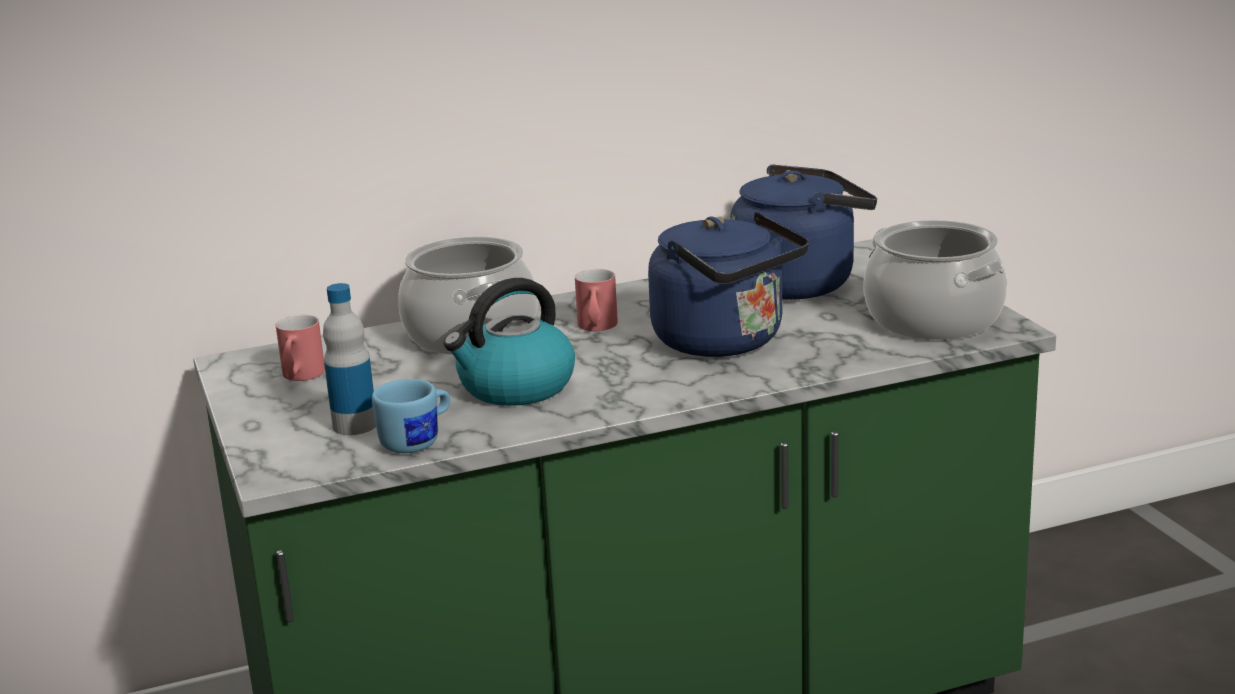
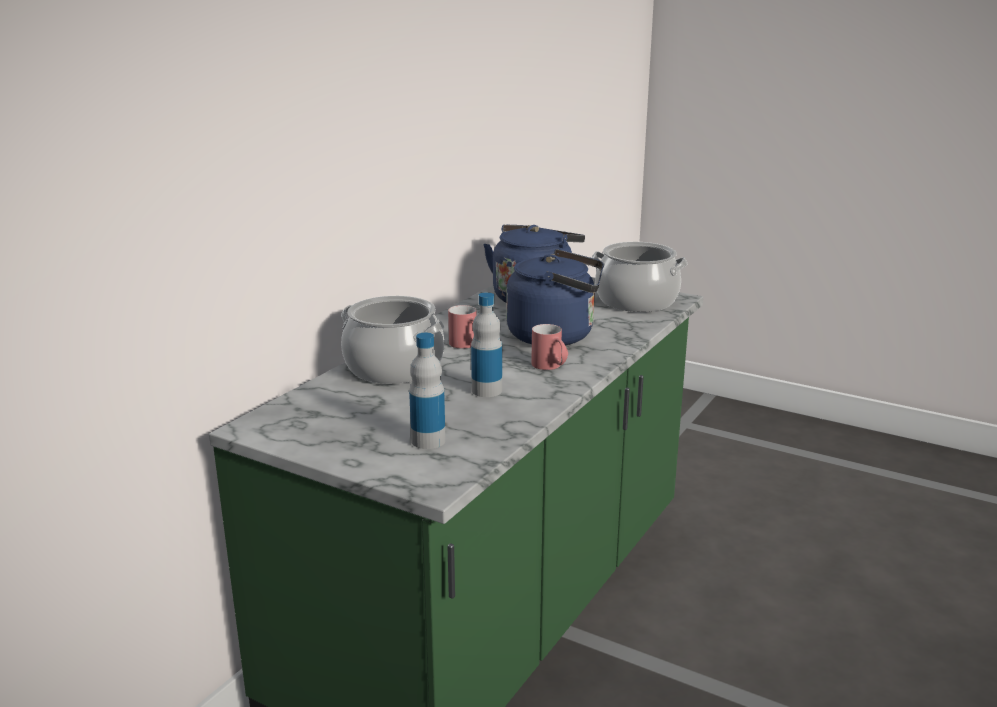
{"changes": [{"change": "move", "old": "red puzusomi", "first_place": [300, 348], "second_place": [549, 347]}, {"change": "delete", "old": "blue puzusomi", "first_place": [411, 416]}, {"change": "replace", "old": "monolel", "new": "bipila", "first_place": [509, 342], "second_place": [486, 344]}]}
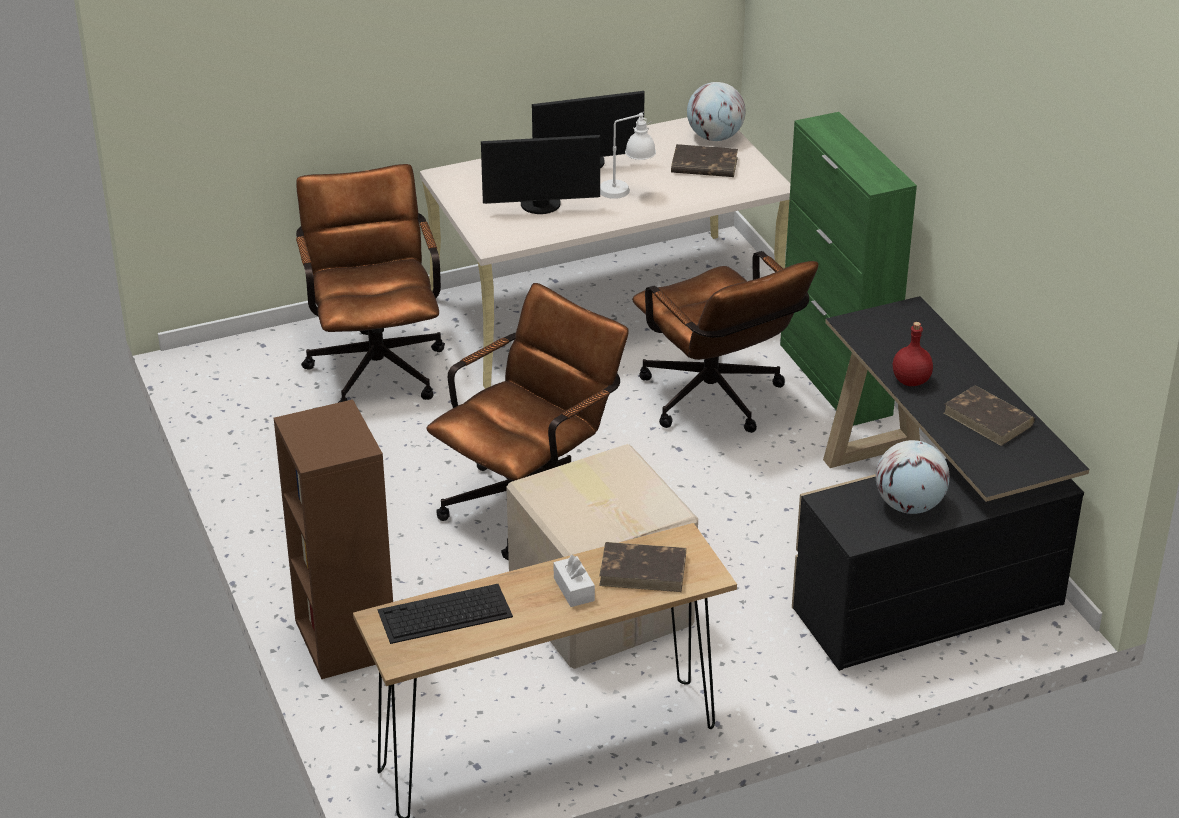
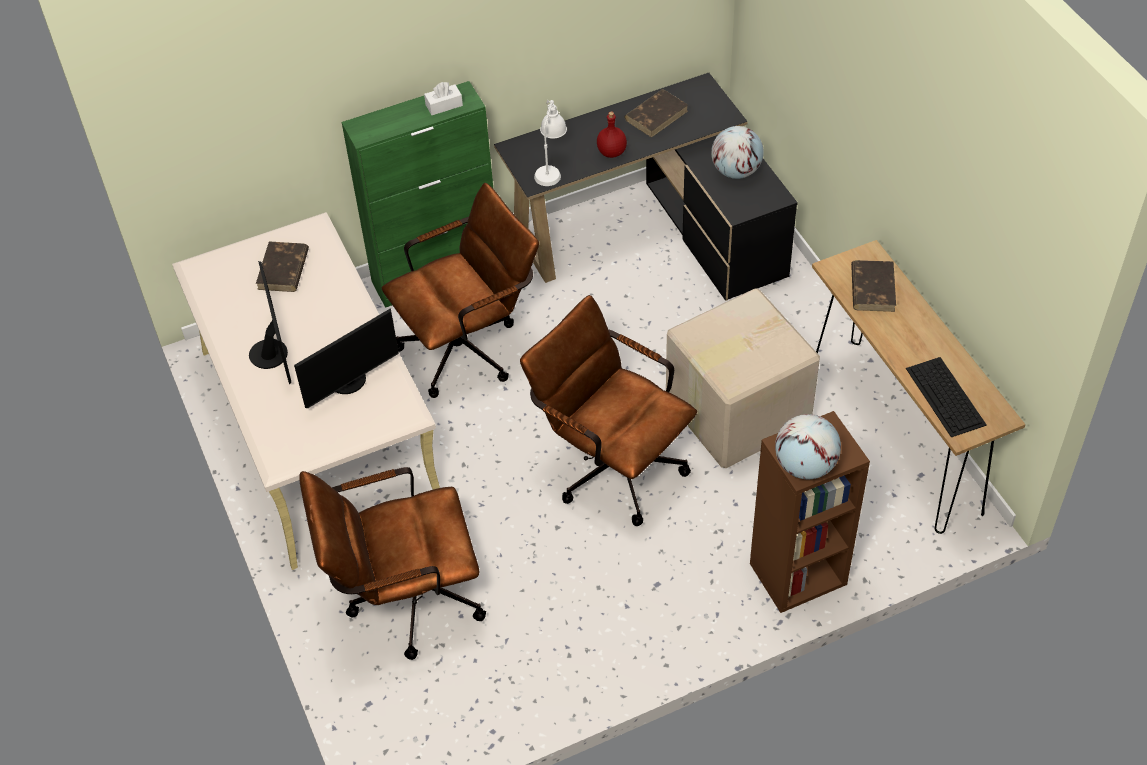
{"changes": [{"change": "rotate", "old": "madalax", "first_place": [540, 174], "second_place": [346, 358], "degrees": 60}, {"change": "move", "old": "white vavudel", "first_place": [574, 581], "second_place": [443, 98]}, {"change": "move", "old": "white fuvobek", "first_place": [628, 155], "second_place": [550, 143]}, {"change": "move", "old": "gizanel", "first_place": [716, 111], "second_place": [808, 446]}]}
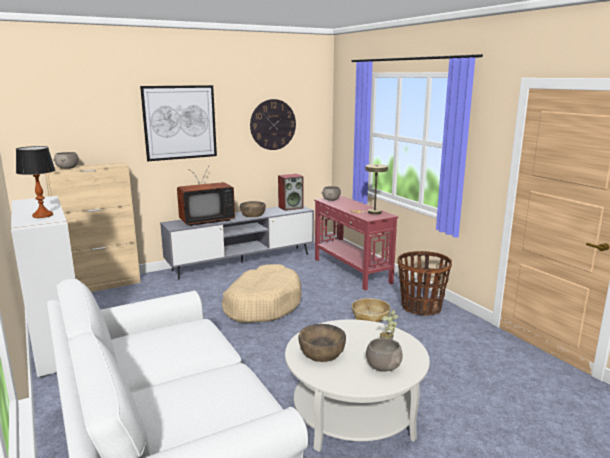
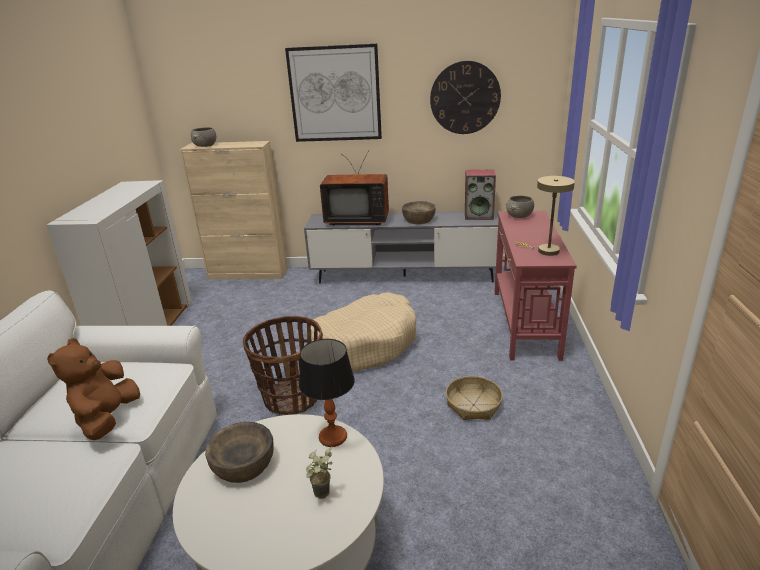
{"changes": [{"change": "move", "old": "fuvobek", "first_place": [35, 182], "second_place": [327, 393]}, {"change": "delete", "old": "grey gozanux", "first_place": [384, 355]}, {"change": "move", "old": "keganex", "first_place": [425, 283], "second_place": [283, 365]}, {"change": "insert", "new": "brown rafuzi", "second_place": [93, 389]}]}
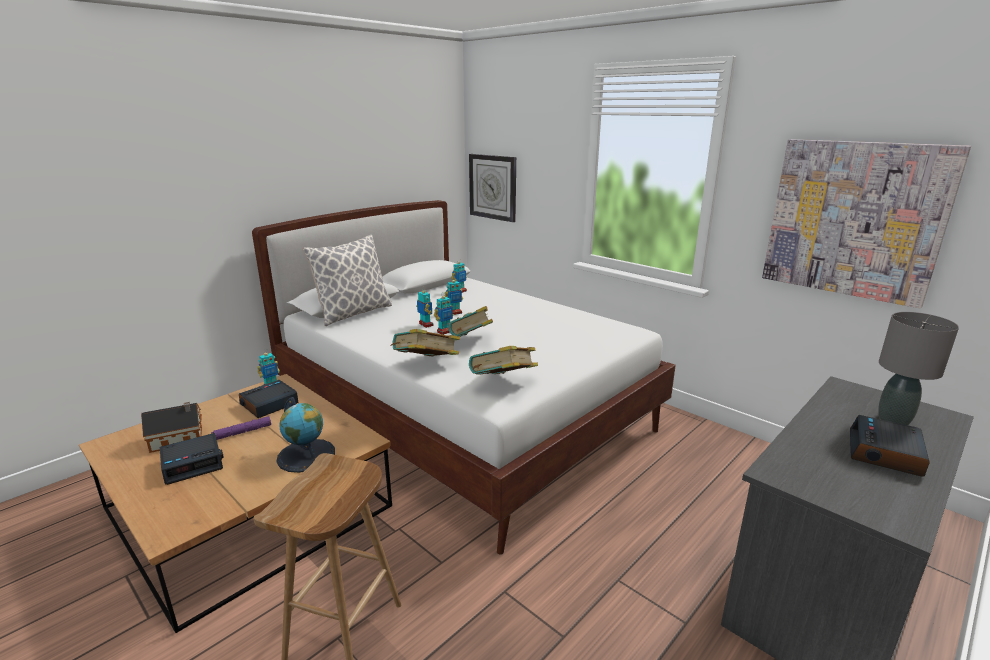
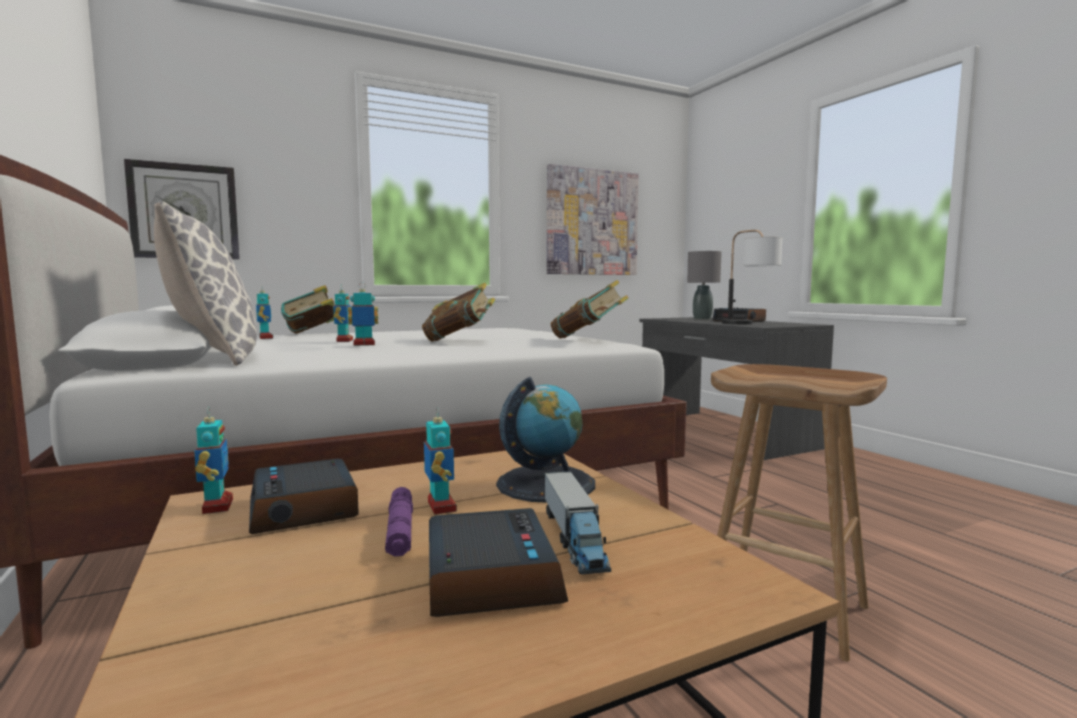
{"changes": [{"change": "delete", "old": "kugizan", "first_place": [171, 427]}, {"change": "move", "old": "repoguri", "first_place": [425, 342], "second_place": [307, 309]}, {"change": "move", "old": "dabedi", "first_place": [444, 313], "second_place": [440, 462]}, {"change": "insert", "new": "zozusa", "second_place": [578, 522]}, {"change": "insert", "new": "fuvobek", "second_place": [752, 277]}]}
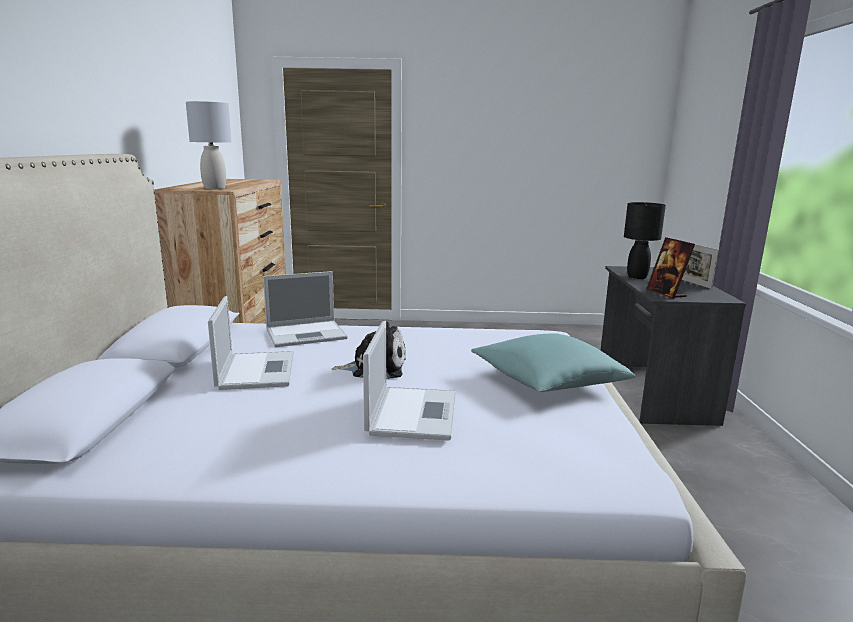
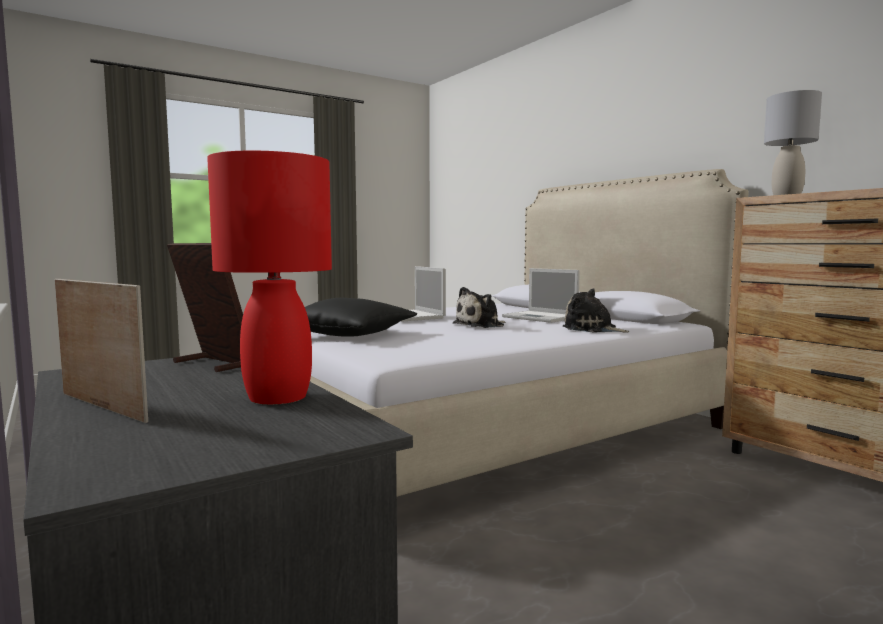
{"changes": [{"change": "replace", "old": "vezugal", "new": "rafuzi", "first_place": [305, 309], "second_place": [596, 311]}, {"change": "recolor", "old": "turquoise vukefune", "new": "black vukefune", "first_place": [553, 362], "second_place": [361, 317]}, {"change": "recolor", "old": "black fuvobek", "new": "red fuvobek", "first_place": [645, 240], "second_place": [269, 278]}]}
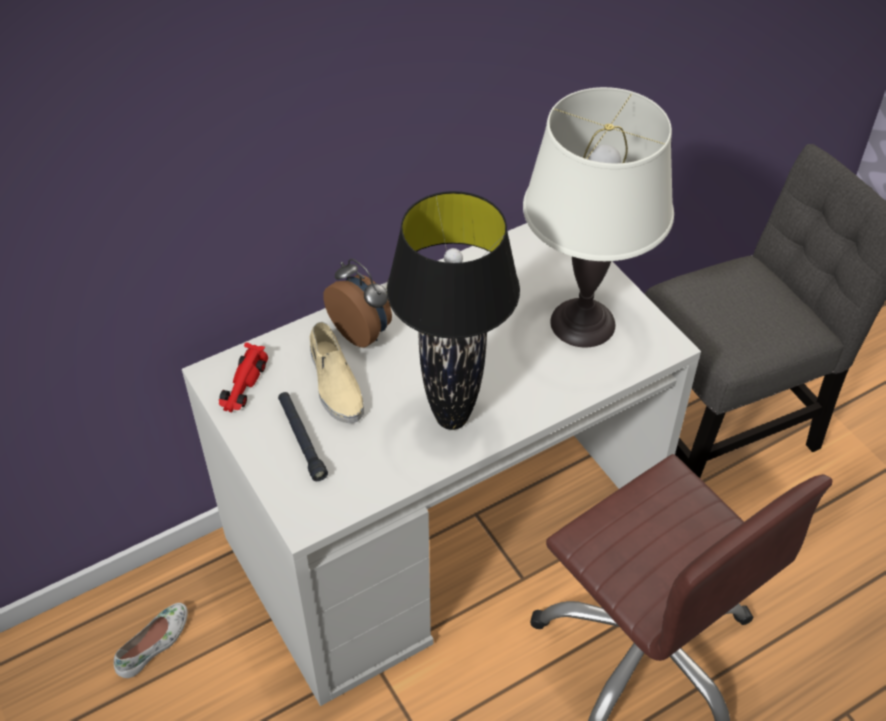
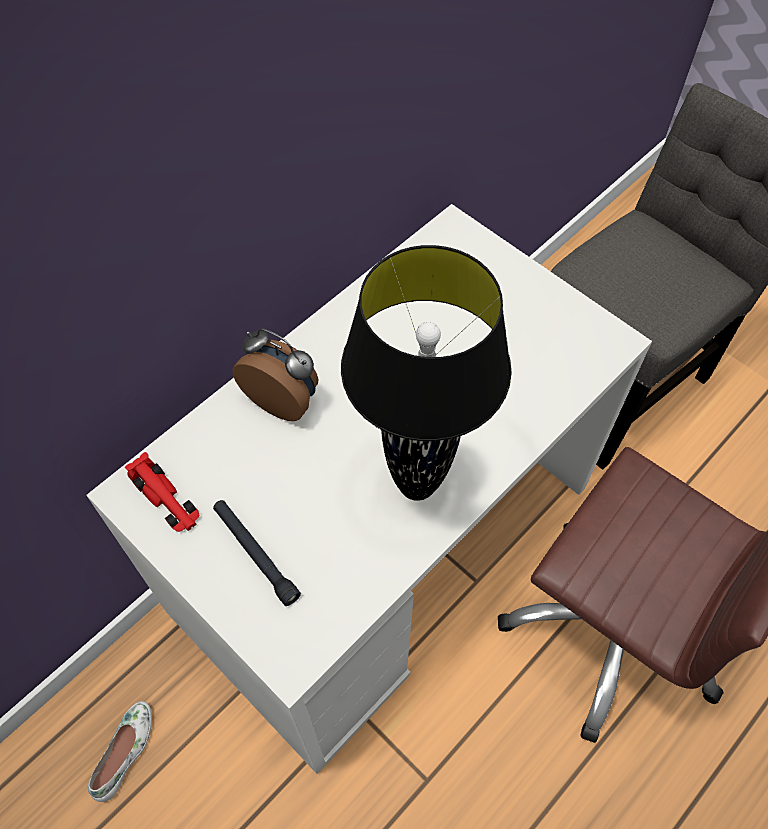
{"changes": [{"change": "rotate", "old": "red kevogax", "first_place": [243, 377], "second_place": [162, 492], "degrees": -45}, {"change": "delete", "old": "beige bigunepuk", "first_place": [337, 372]}, {"change": "delete", "old": "white fuvobek", "first_place": [598, 217]}]}
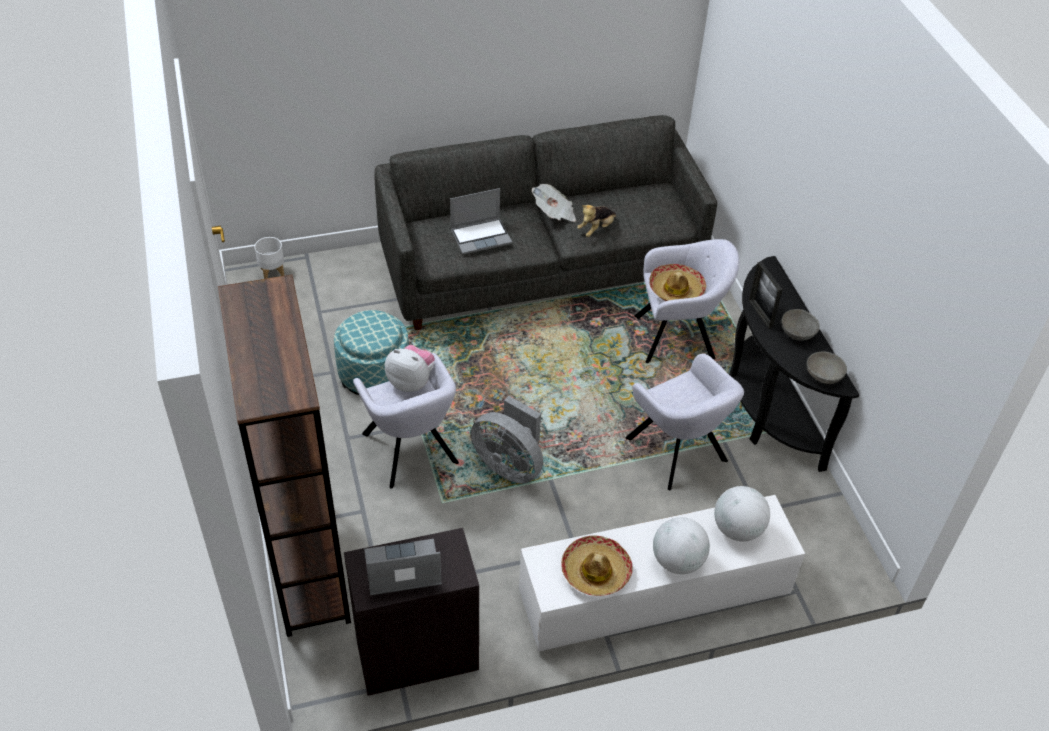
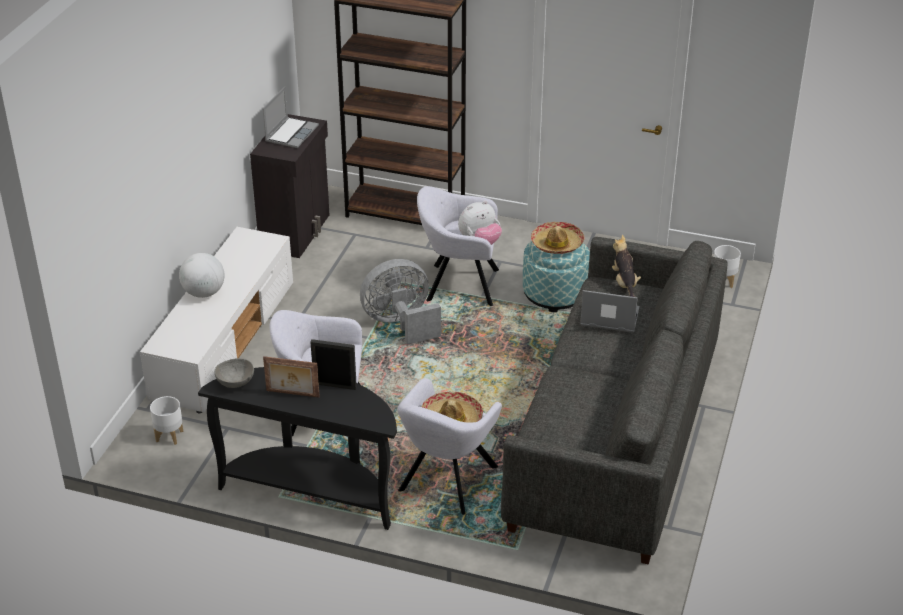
{"changes": [{"change": "rotate", "old": "vezugal", "first_place": [481, 221], "second_place": [609, 311], "degrees": 90}, {"change": "delete", "old": "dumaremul", "first_place": [554, 203]}, {"change": "move", "old": "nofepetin", "first_place": [597, 565], "second_place": [558, 238]}, {"change": "move", "old": "rafuzi", "first_place": [597, 221], "second_place": [626, 266]}, {"change": "delete", "old": "gizanel", "first_place": [742, 513]}, {"change": "replace", "old": "grey gozanux", "new": "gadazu", "first_place": [800, 325], "second_place": [291, 377]}, {"change": "insert", "new": "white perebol", "second_place": [166, 420]}]}
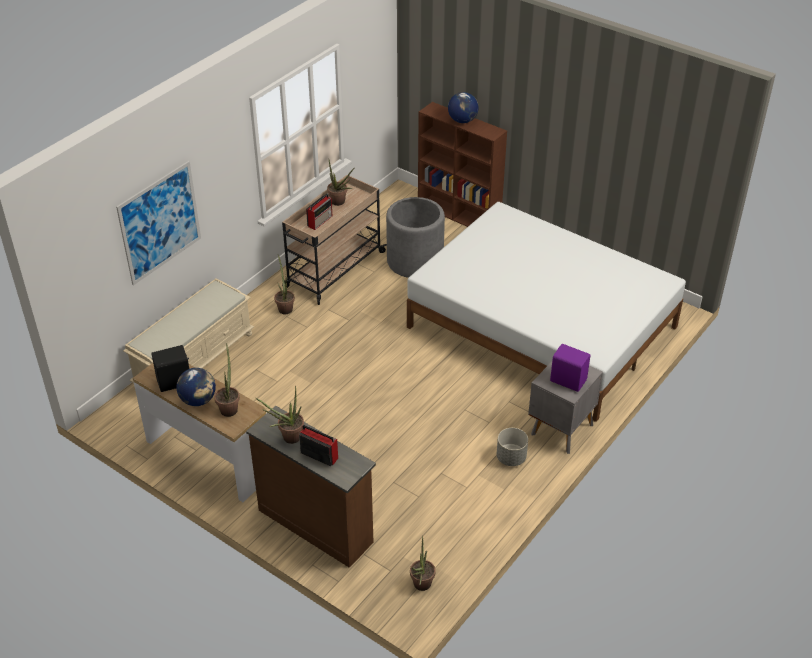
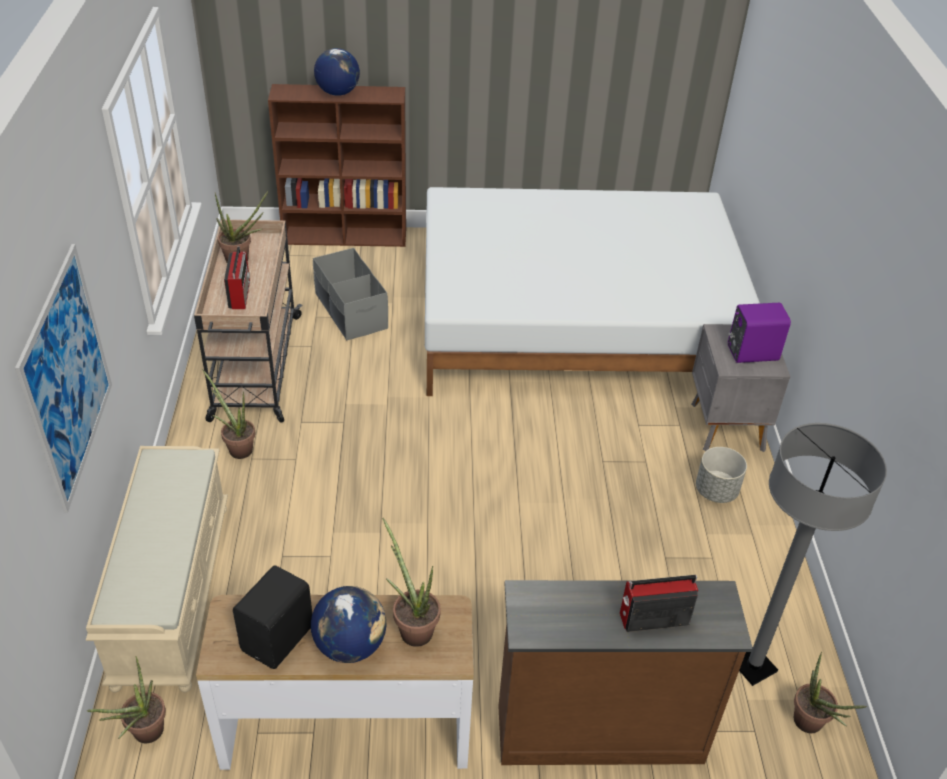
{"changes": [{"change": "move", "old": "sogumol", "first_place": [280, 415], "second_place": [126, 700]}, {"change": "replace", "old": "grey perebol", "new": "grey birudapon", "first_place": [415, 237], "second_place": [350, 294]}, {"change": "insert", "new": "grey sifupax", "second_place": [813, 554]}]}
